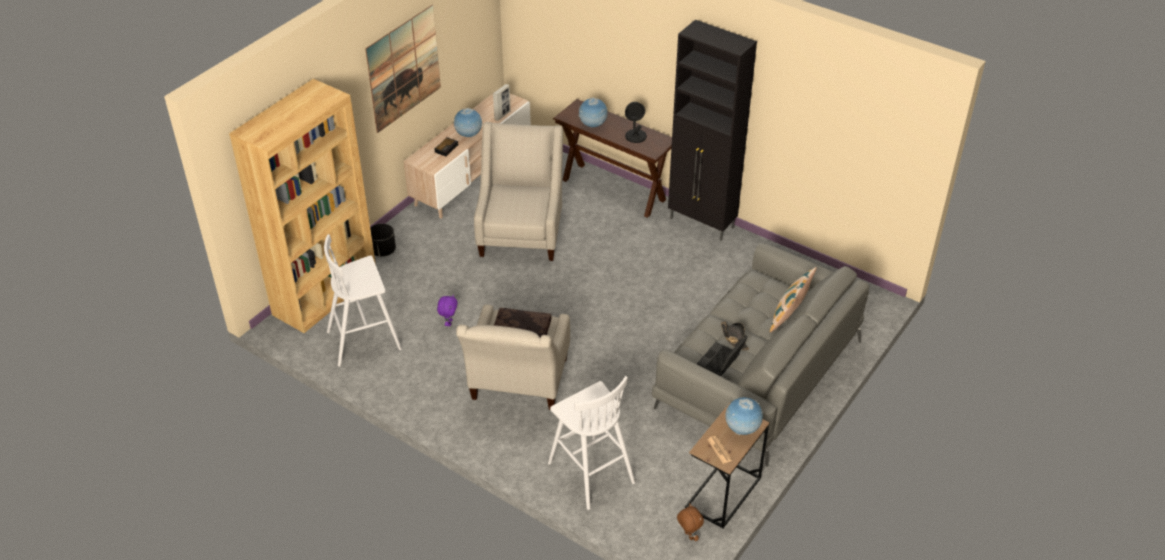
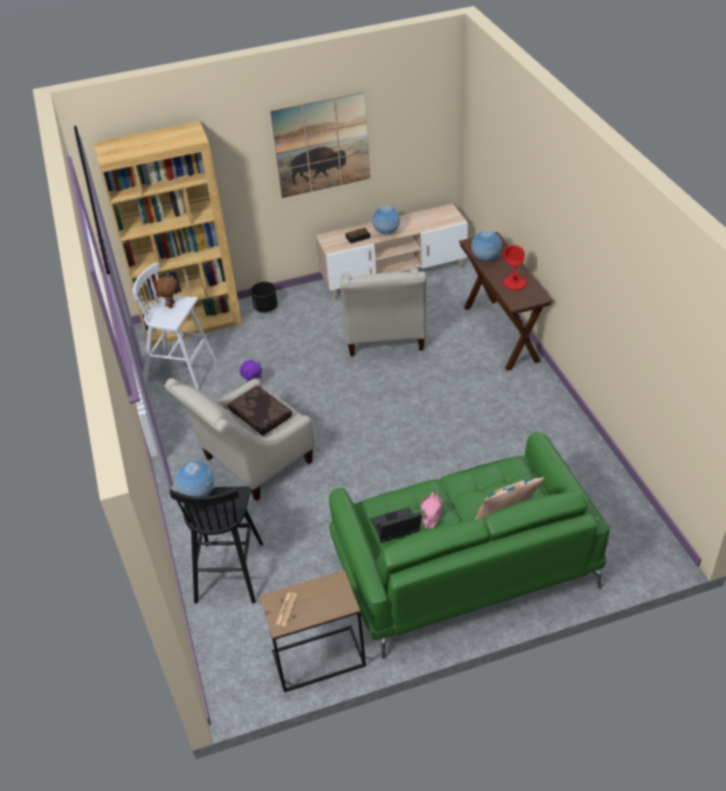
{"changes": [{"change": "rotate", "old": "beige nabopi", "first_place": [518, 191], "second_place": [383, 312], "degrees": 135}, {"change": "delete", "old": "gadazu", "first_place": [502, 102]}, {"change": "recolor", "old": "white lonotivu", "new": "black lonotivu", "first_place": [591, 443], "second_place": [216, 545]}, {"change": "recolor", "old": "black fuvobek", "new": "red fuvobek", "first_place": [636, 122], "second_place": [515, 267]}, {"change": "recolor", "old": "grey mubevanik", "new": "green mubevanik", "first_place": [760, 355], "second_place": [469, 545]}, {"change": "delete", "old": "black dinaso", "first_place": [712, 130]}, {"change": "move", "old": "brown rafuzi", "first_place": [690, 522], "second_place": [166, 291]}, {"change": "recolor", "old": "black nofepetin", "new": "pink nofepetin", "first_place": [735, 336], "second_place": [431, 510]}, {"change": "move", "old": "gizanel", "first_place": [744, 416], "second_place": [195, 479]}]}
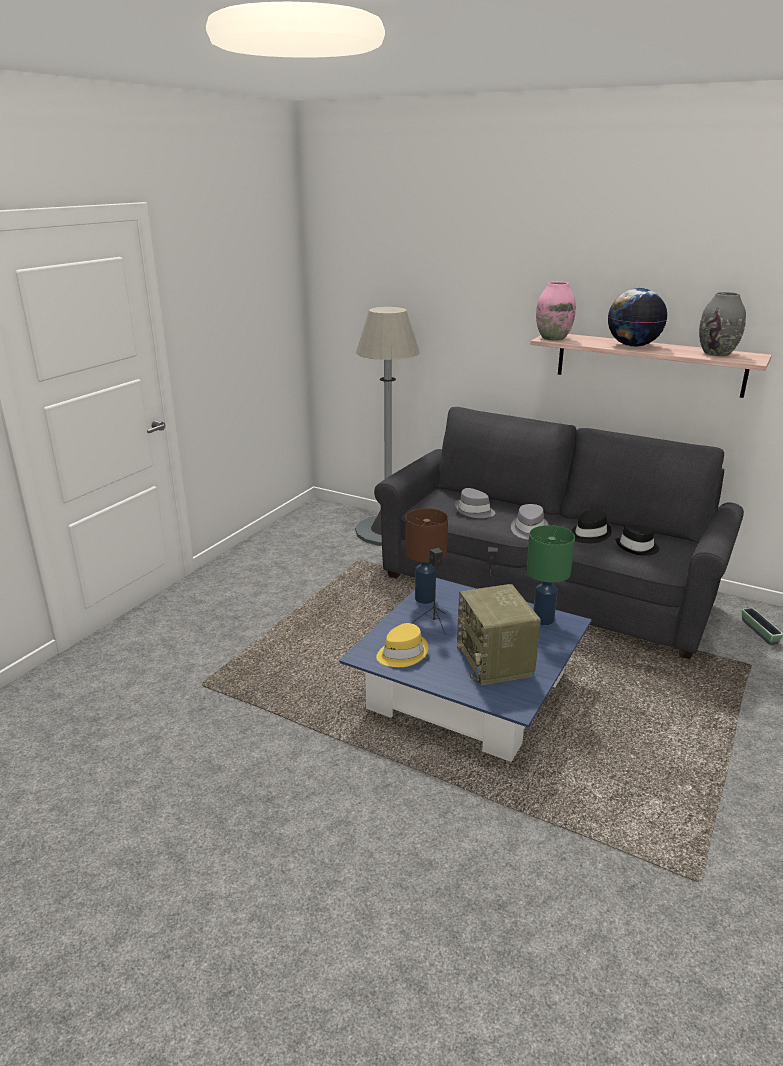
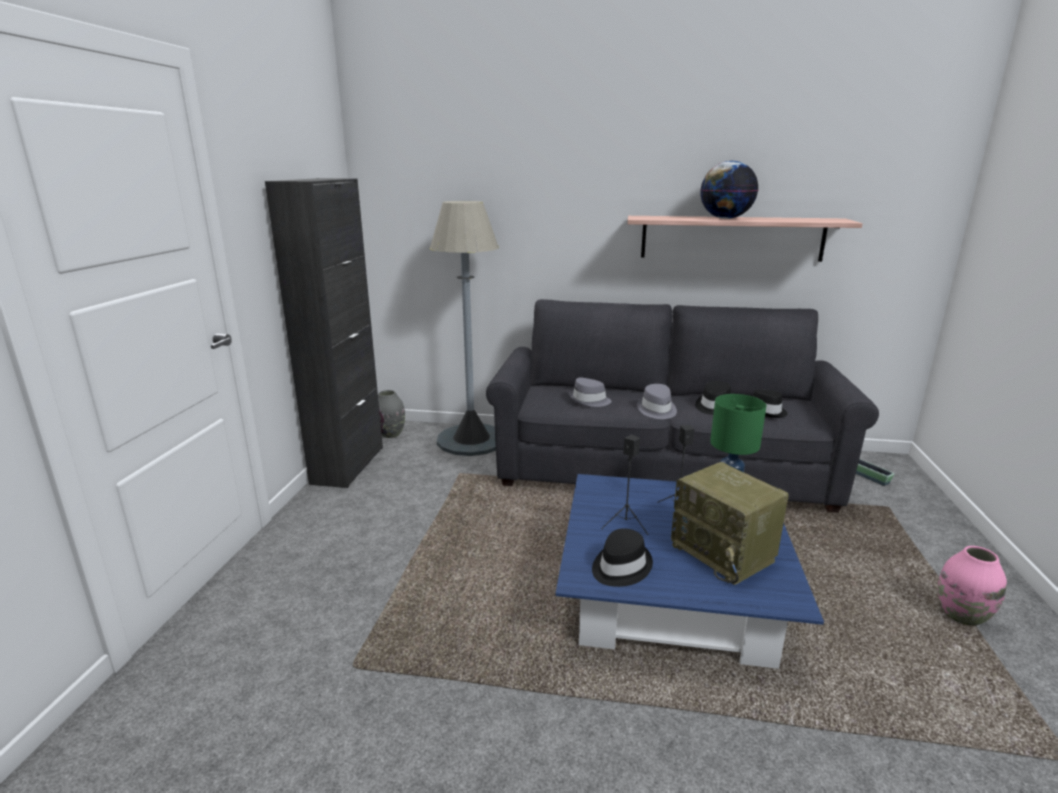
{"changes": [{"change": "recolor", "old": "yellow nofepetin", "new": "black nofepetin", "first_place": [402, 645], "second_place": [622, 557]}, {"change": "delete", "old": "brown fuvobek", "first_place": [426, 556]}, {"change": "move", "old": "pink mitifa", "first_place": [556, 311], "second_place": [972, 586]}, {"change": "move", "old": "grey mitifa", "first_place": [722, 324], "second_place": [391, 414]}, {"change": "insert", "new": "black dinaso", "second_place": [324, 333]}]}
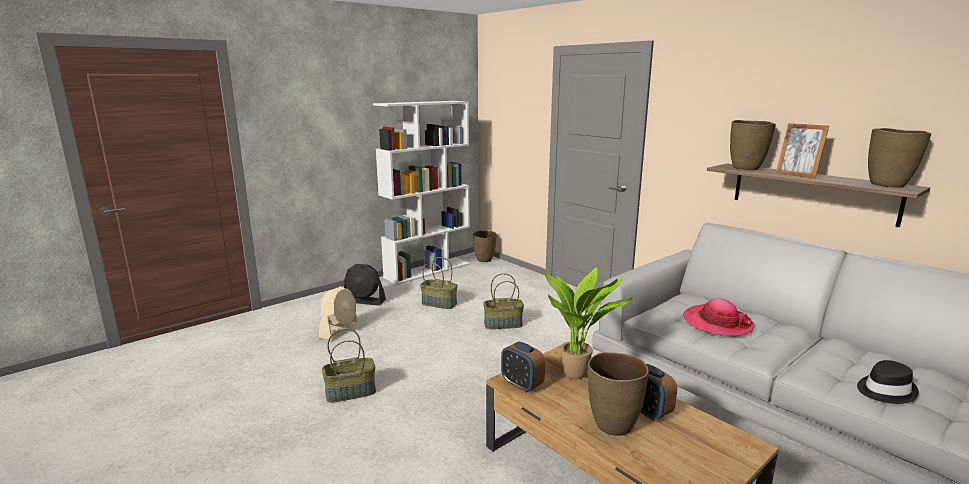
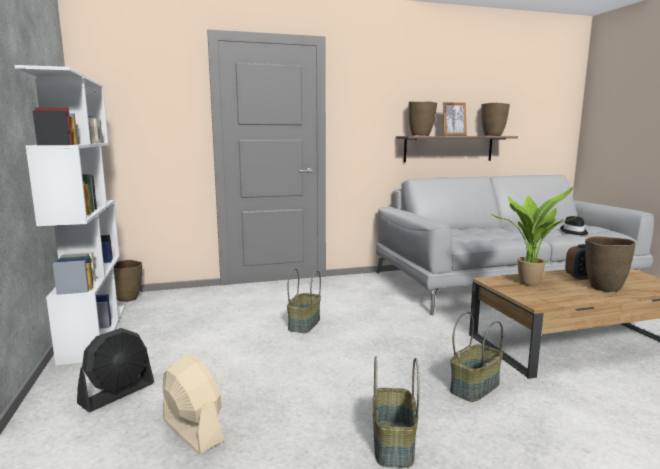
{"changes": [{"change": "move", "old": "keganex", "first_place": [439, 283], "second_place": [476, 357]}, {"change": "delete", "old": "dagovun", "first_place": [523, 367]}, {"change": "delete", "old": "nofepetin", "first_place": [718, 317]}]}
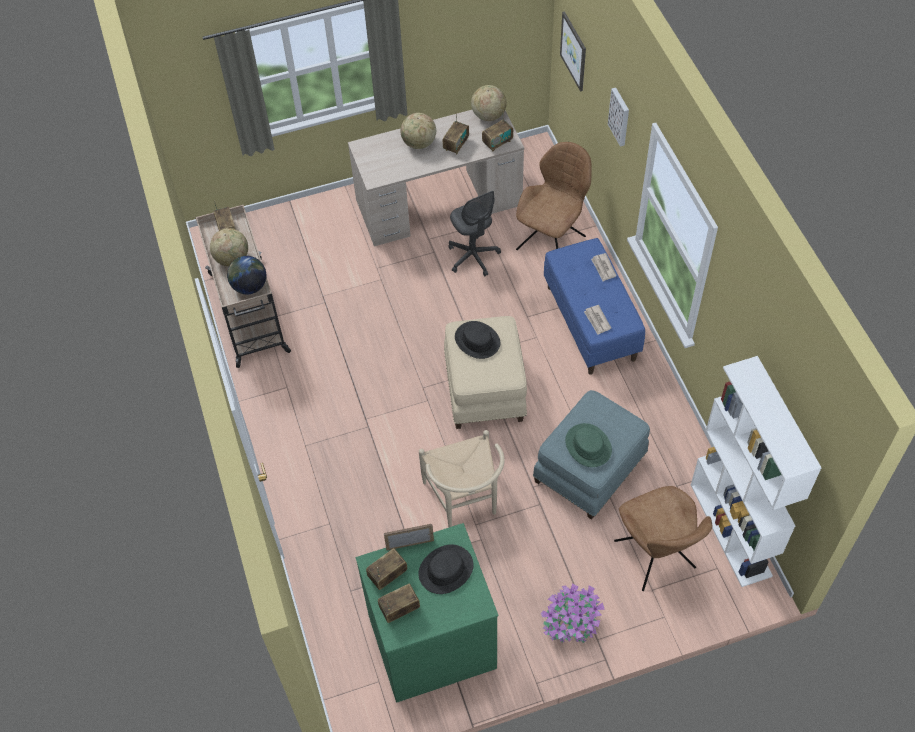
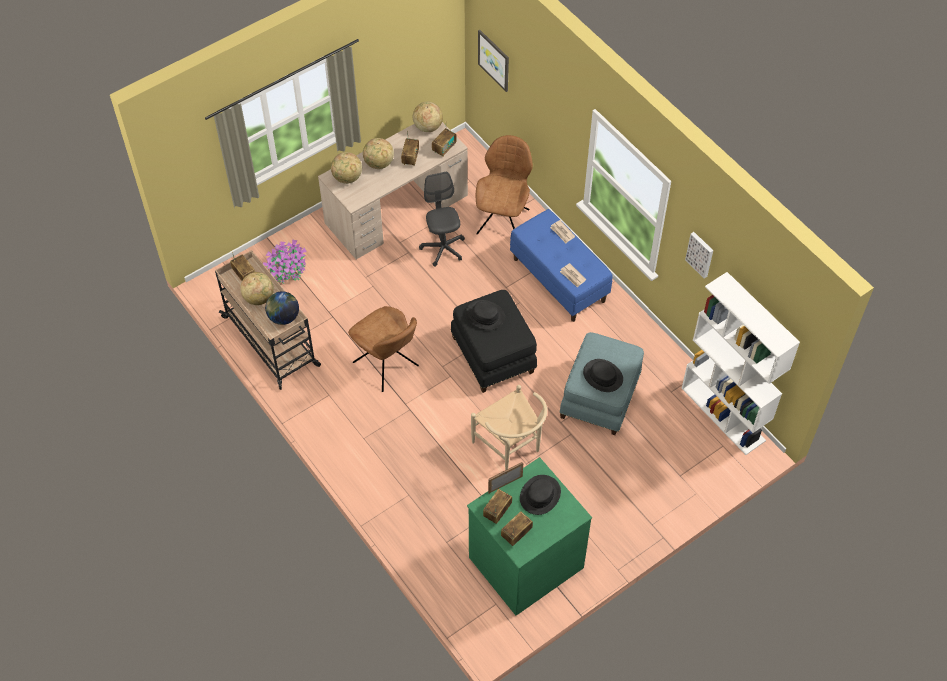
{"changes": [{"change": "recolor", "old": "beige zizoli", "new": "black zizoli", "first_place": [485, 372], "second_place": [494, 341]}, {"change": "rotate", "old": "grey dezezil", "first_place": [475, 233], "second_place": [442, 219], "degrees": -150}, {"change": "move", "old": "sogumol", "first_place": [573, 613], "second_place": [285, 261]}, {"change": "recolor", "old": "green nofepetin", "new": "black nofepetin", "first_place": [588, 445], "second_place": [603, 375]}, {"change": "move", "old": "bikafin", "first_place": [618, 117], "second_place": [699, 255]}, {"change": "move", "old": "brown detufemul", "first_place": [663, 538], "second_place": [383, 349]}, {"change": "insert", "new": "gizanel", "second_place": [346, 168]}]}
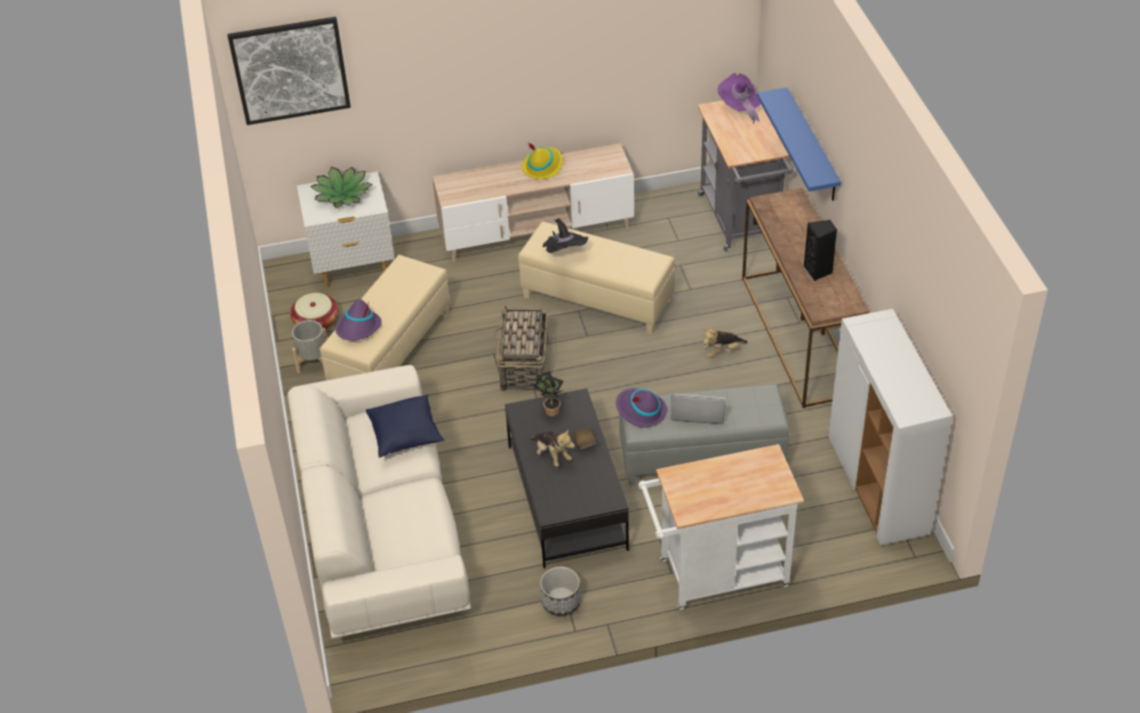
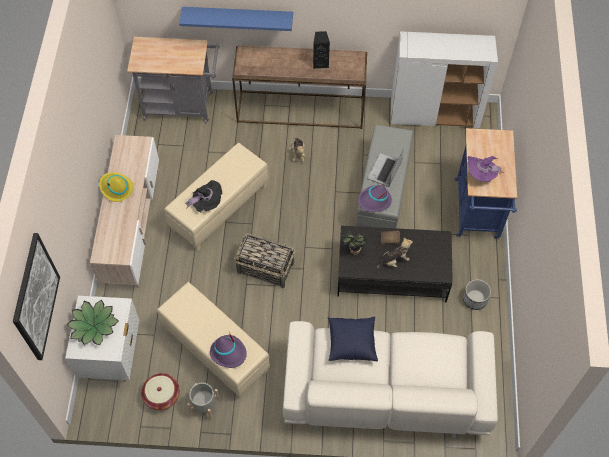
{"changes": [{"change": "recolor", "old": "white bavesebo", "new": "blue bavesebo", "first_place": [721, 527], "second_place": [486, 183]}, {"change": "move", "old": "purple nofepetin", "first_place": [739, 98], "second_place": [485, 169]}]}
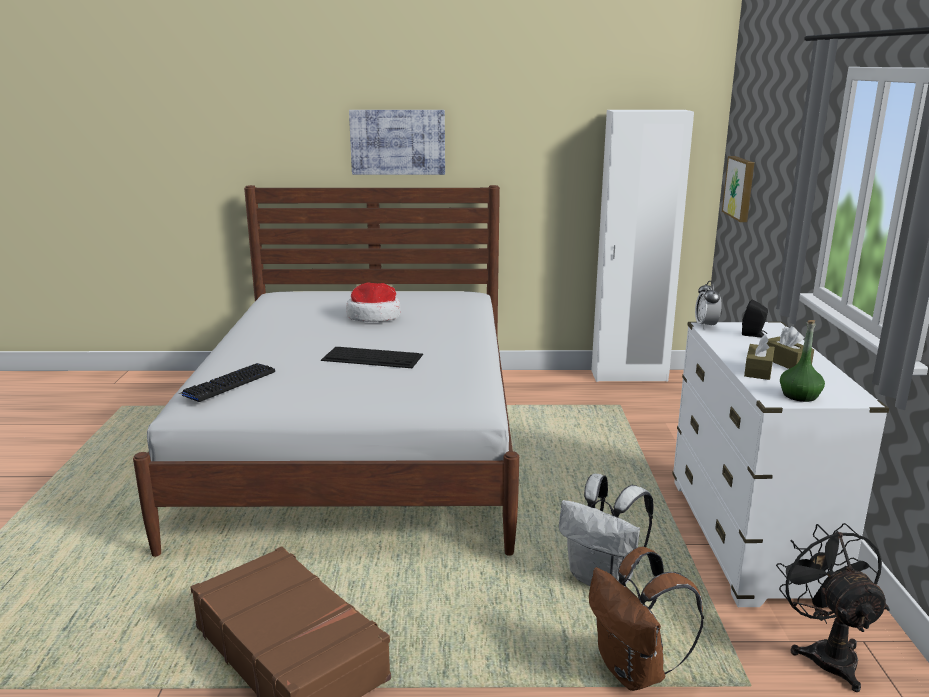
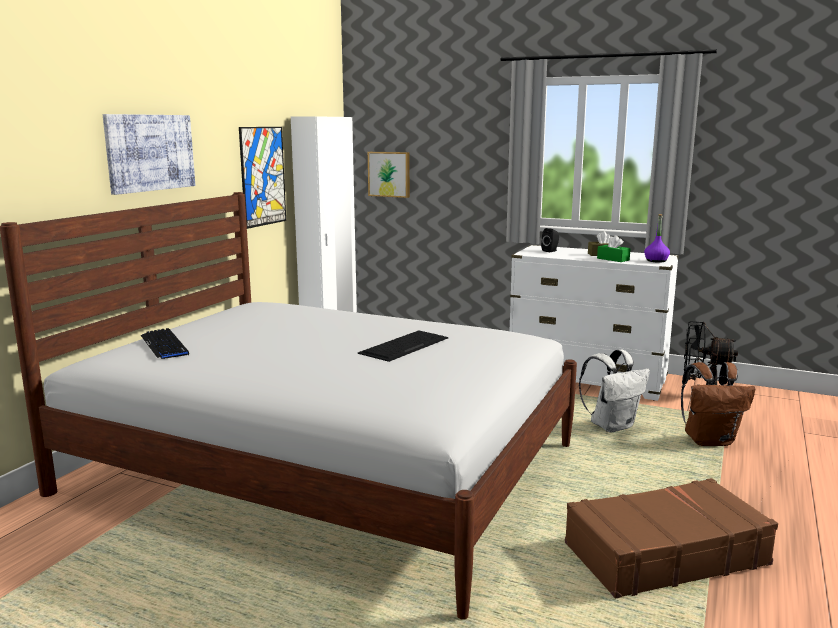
{"changes": [{"change": "move", "old": "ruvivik", "first_place": [226, 382], "second_place": [165, 343]}, {"change": "delete", "old": "nofepetin", "first_place": [373, 302]}, {"change": "delete", "old": "dagovun", "first_place": [708, 305]}, {"change": "recolor", "old": "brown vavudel", "new": "green vavudel", "first_place": [759, 357], "second_place": [614, 248]}, {"change": "recolor", "old": "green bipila", "new": "purple bipila", "first_place": [802, 361], "second_place": [657, 238]}, {"change": "insert", "new": "bikafin", "second_place": [262, 178]}]}
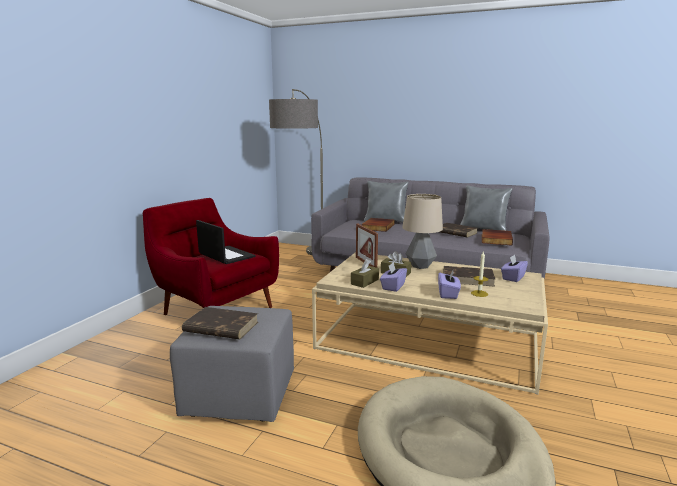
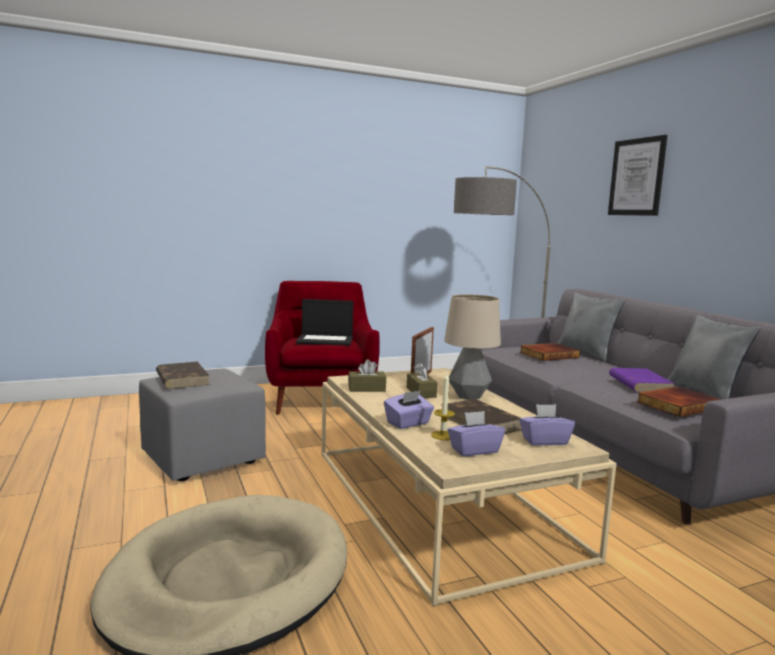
{"changes": [{"change": "rotate", "old": "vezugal", "first_place": [226, 242], "second_place": [324, 322], "degrees": 90}, {"change": "move", "old": "purple vavudel", "first_place": [393, 277], "second_place": [476, 433]}, {"change": "recolor", "old": "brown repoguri", "new": "purple repoguri", "first_place": [458, 230], "second_place": [642, 380]}, {"change": "insert", "new": "bikafin", "second_place": [638, 175]}]}
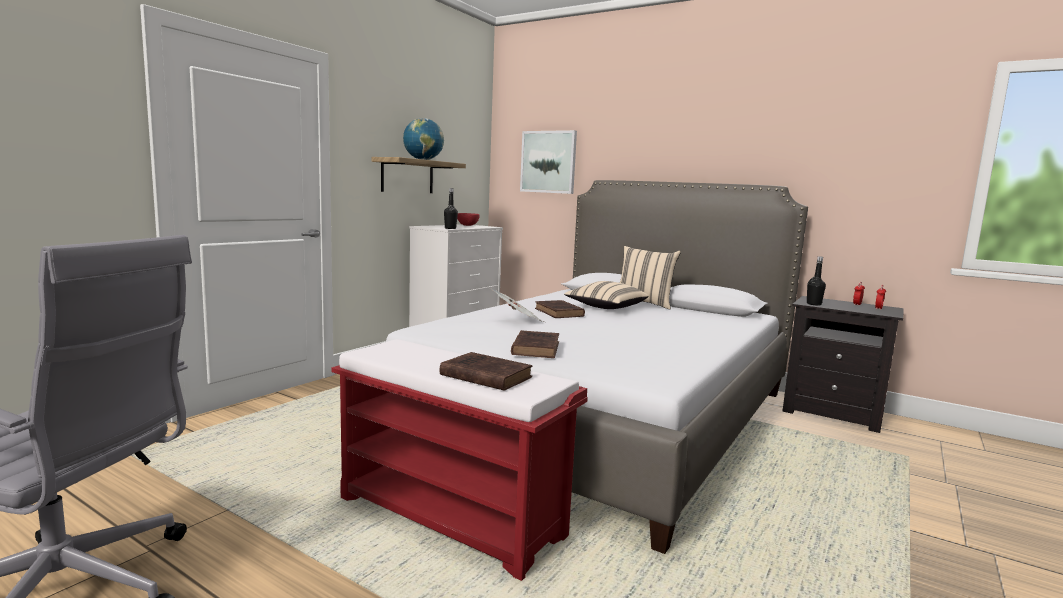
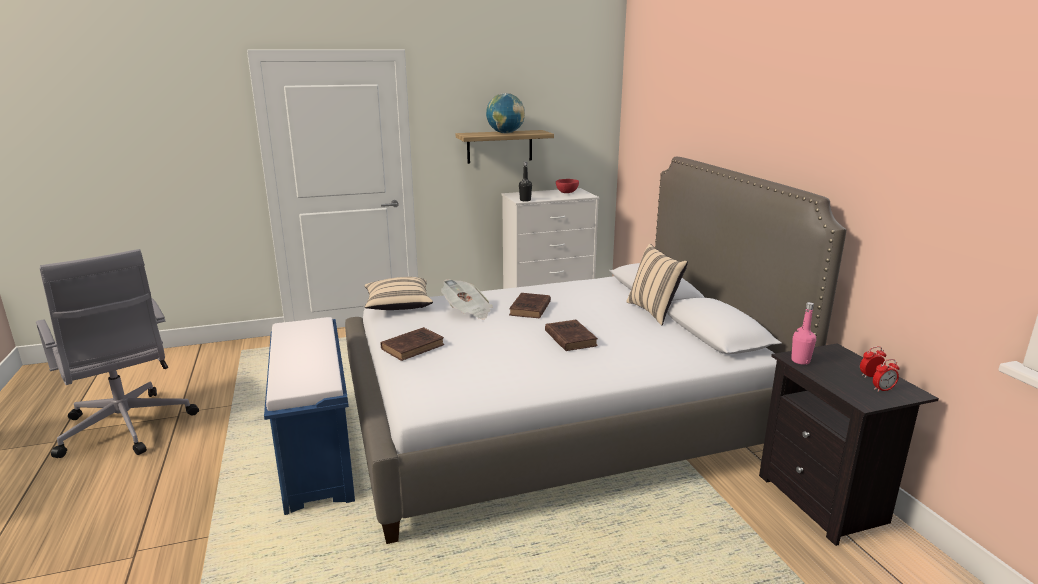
{"changes": [{"change": "recolor", "old": "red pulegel", "new": "blue pulegel", "first_place": [459, 460], "second_place": [309, 416]}, {"change": "move", "old": "brown repoguri", "first_place": [486, 371], "second_place": [571, 335]}, {"change": "delete", "old": "bikafin", "first_place": [548, 162]}, {"change": "move", "old": "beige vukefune", "first_place": [606, 295], "second_place": [398, 293]}, {"change": "recolor", "old": "black bipila", "new": "pink bipila", "first_place": [816, 280], "second_place": [803, 333]}]}
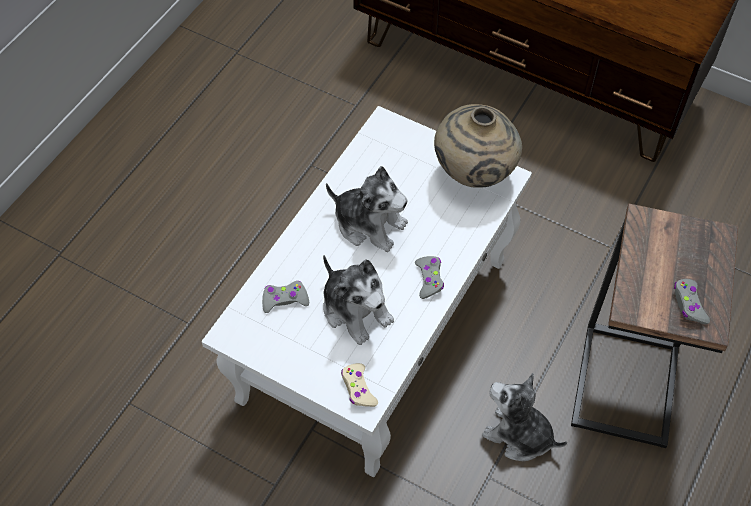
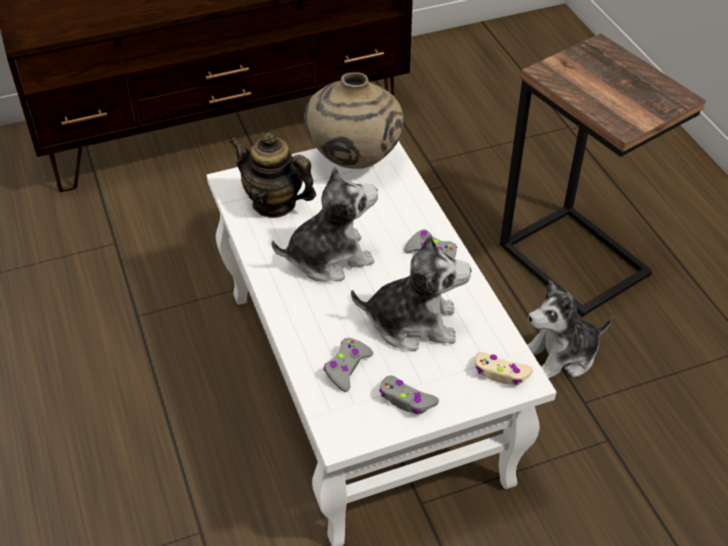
{"changes": [{"change": "move", "old": "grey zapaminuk", "first_place": [692, 301], "second_place": [409, 395]}, {"change": "insert", "new": "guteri", "second_place": [273, 175]}]}
